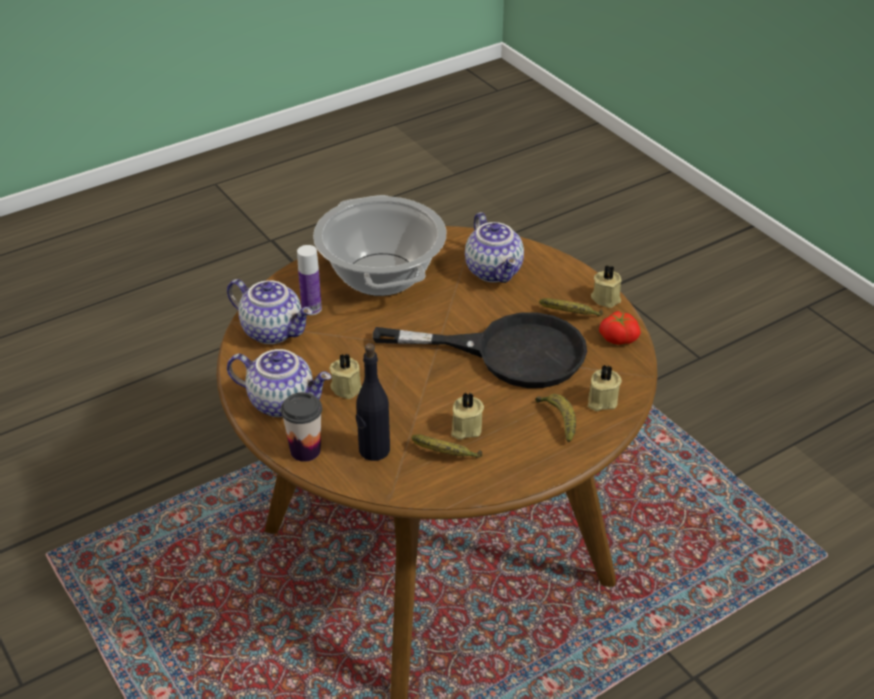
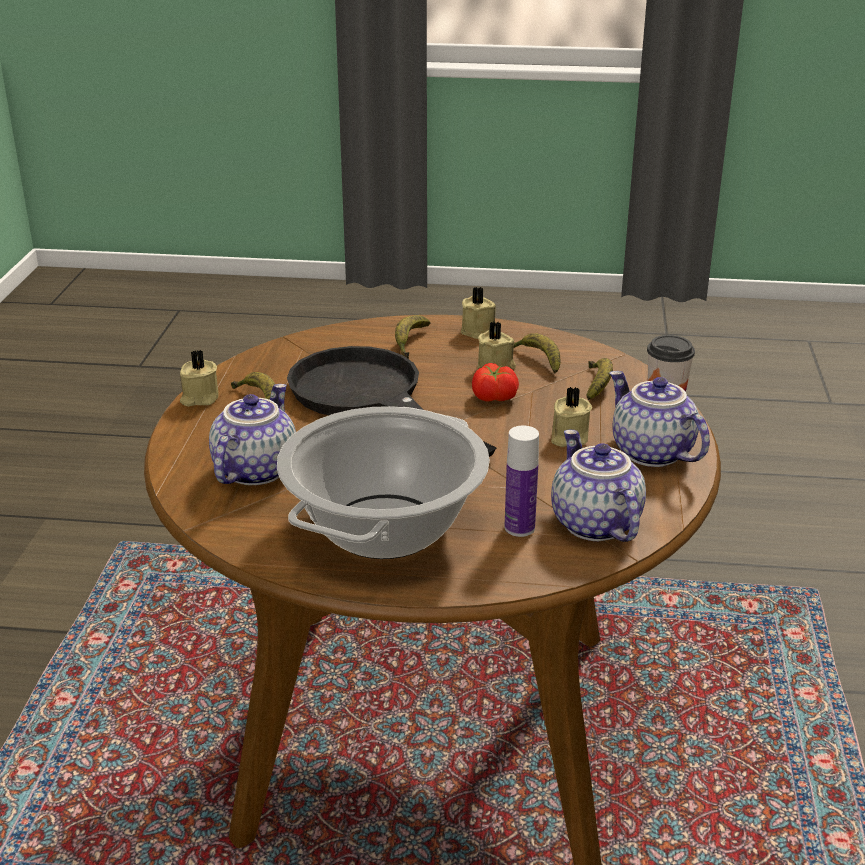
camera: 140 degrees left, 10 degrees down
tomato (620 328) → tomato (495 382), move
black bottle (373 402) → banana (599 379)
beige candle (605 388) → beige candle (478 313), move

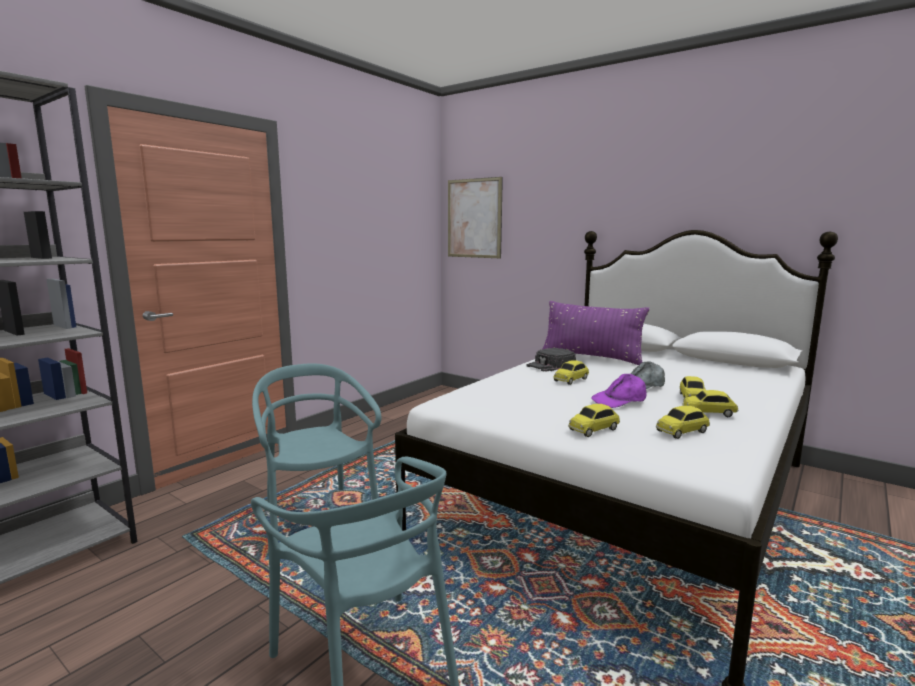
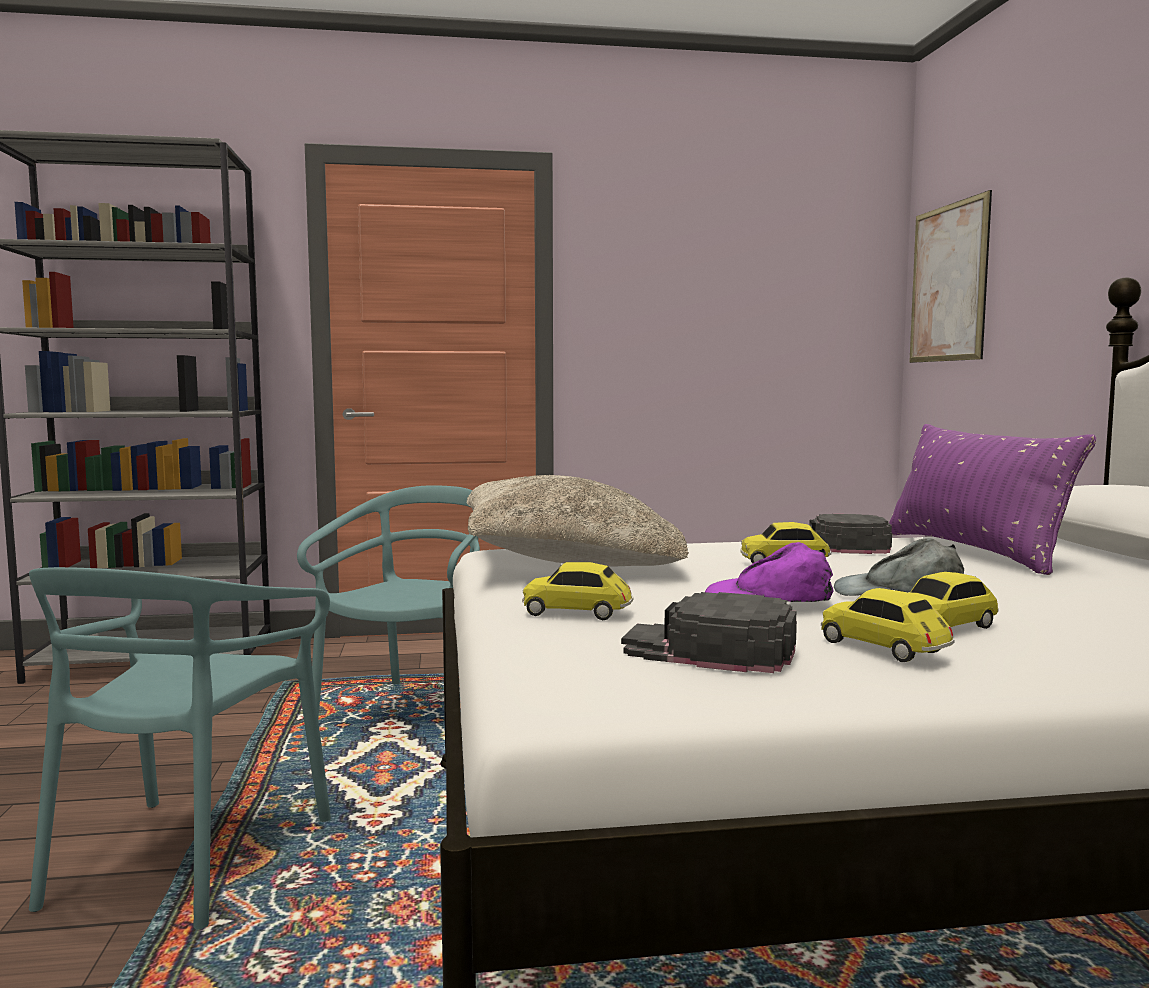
camera: 45 degrees right, 5 degrees down
toy car (683 422) → black cap (709 632)
- → beige pillow (578 520)

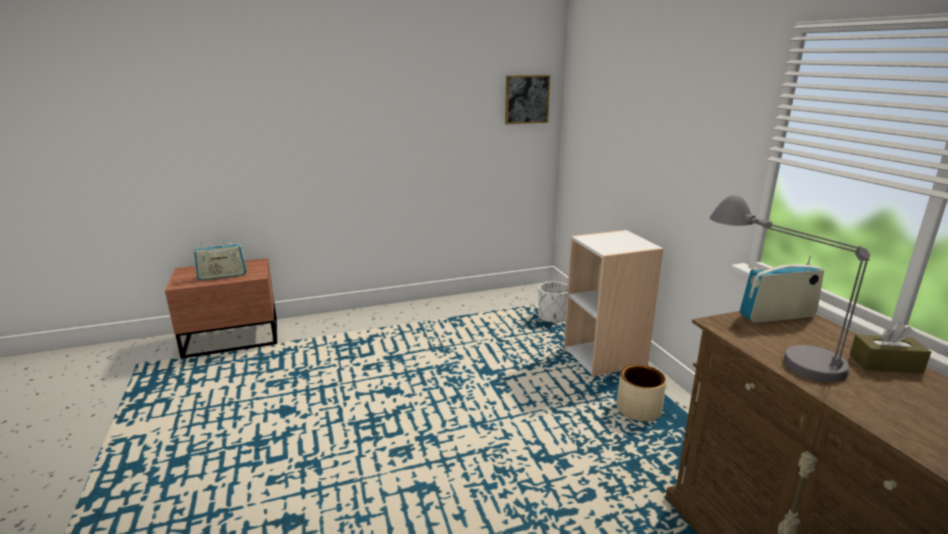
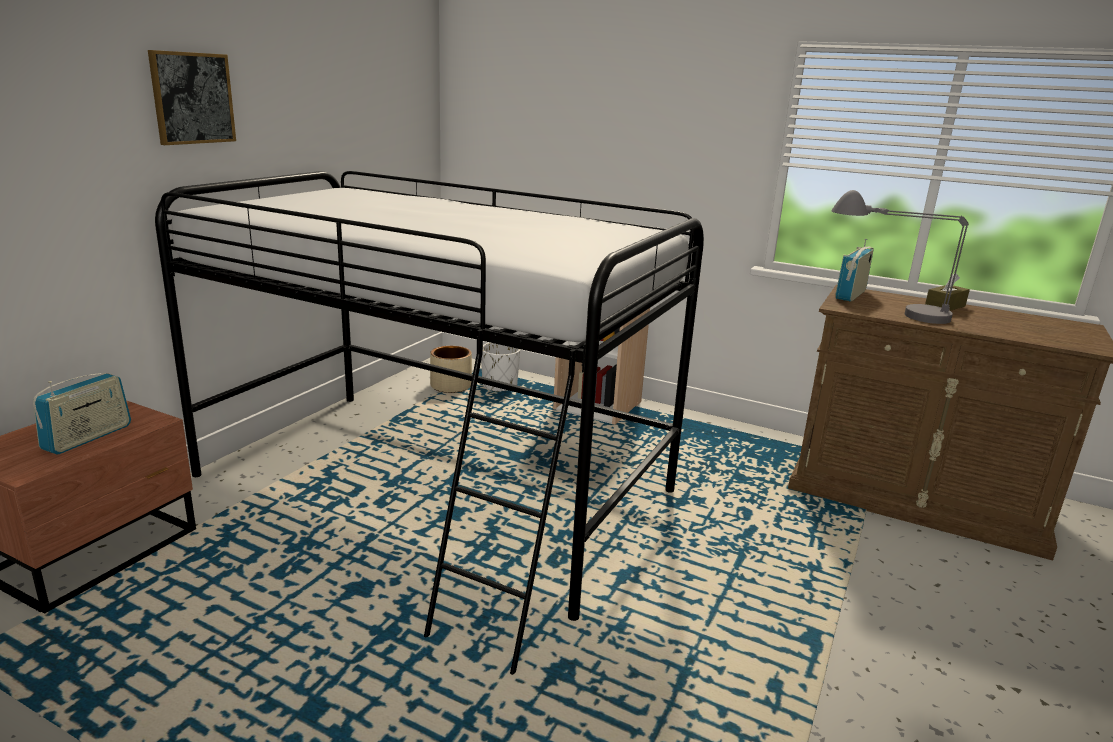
camera: 45 degrees left, 0 degrees up
picture (527 99) → picture (192 97), move
beige planter (641 393) → beige planter (451 369), move
- → black bed (429 423)

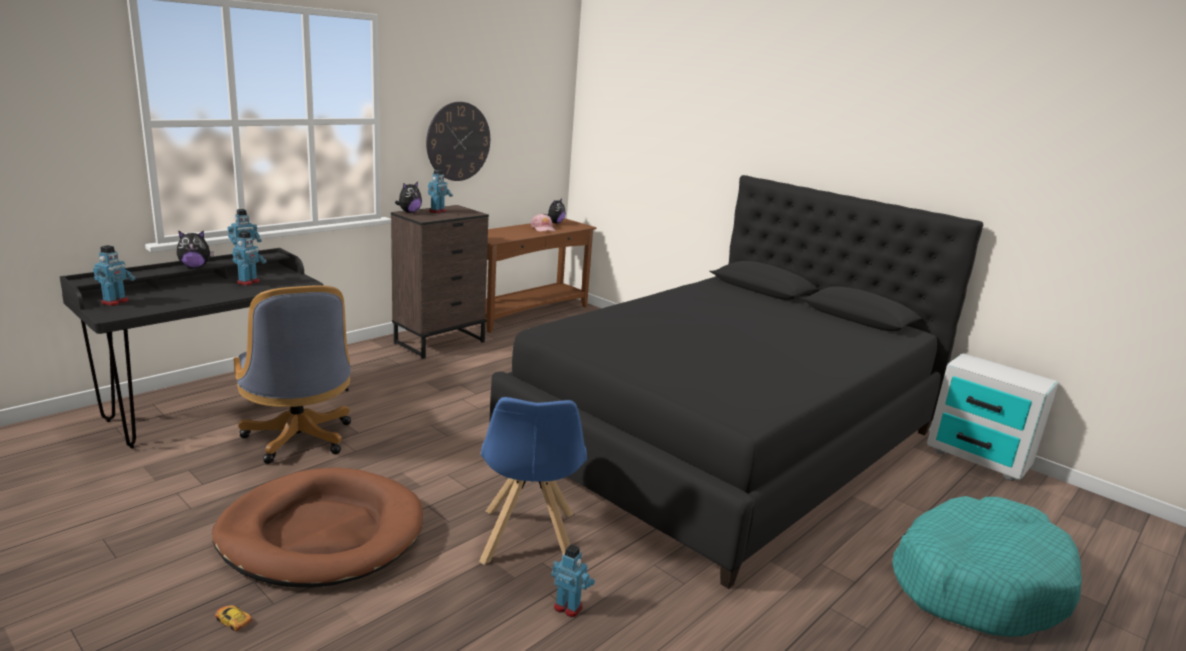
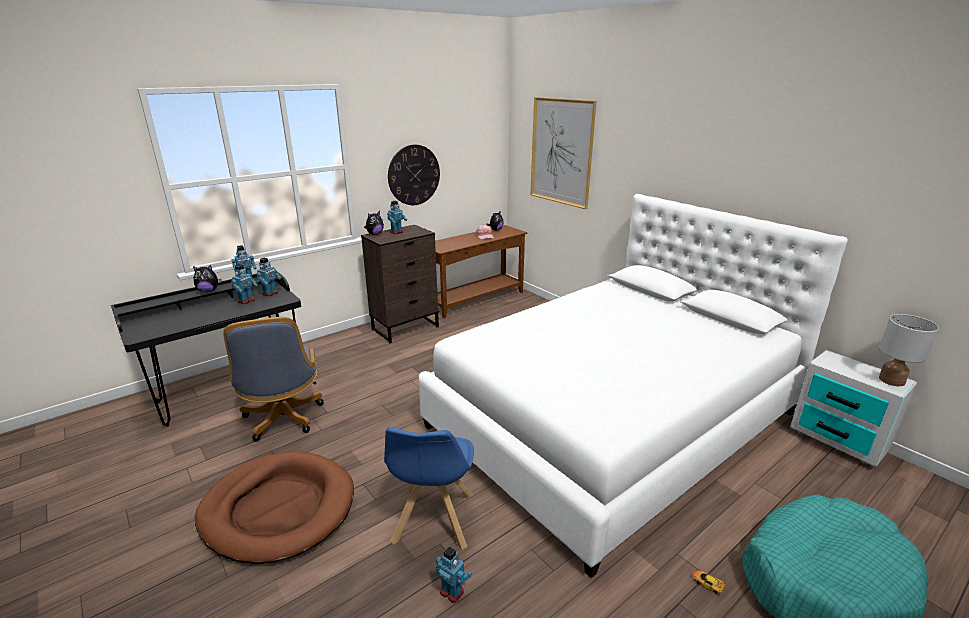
camera: 10 degrees right, 5 degrees up
black bed (736 382) → white bed (633 386)
toy robot (114 275) → toy robot (269 277), move
toy car (233 618) → toy car (709 583), move
- → picture (563 153)
- → grey table lamp (909 350)

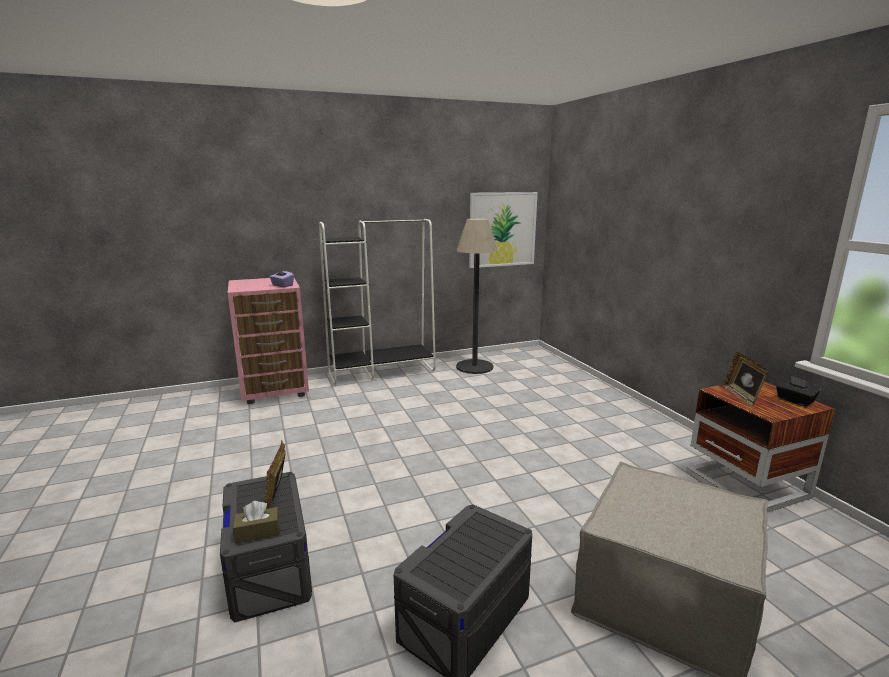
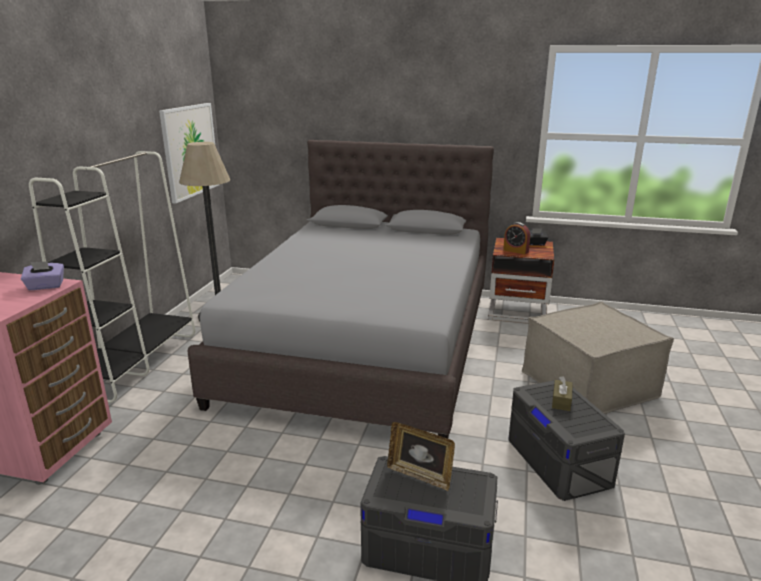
camera: 55 degrees left, 5 degrees up
picture frame (745 379) → alarm clock (516 238)
brown tissue box (256 522) → brown tissue box (562 393), move
- → grey bed (340 289)

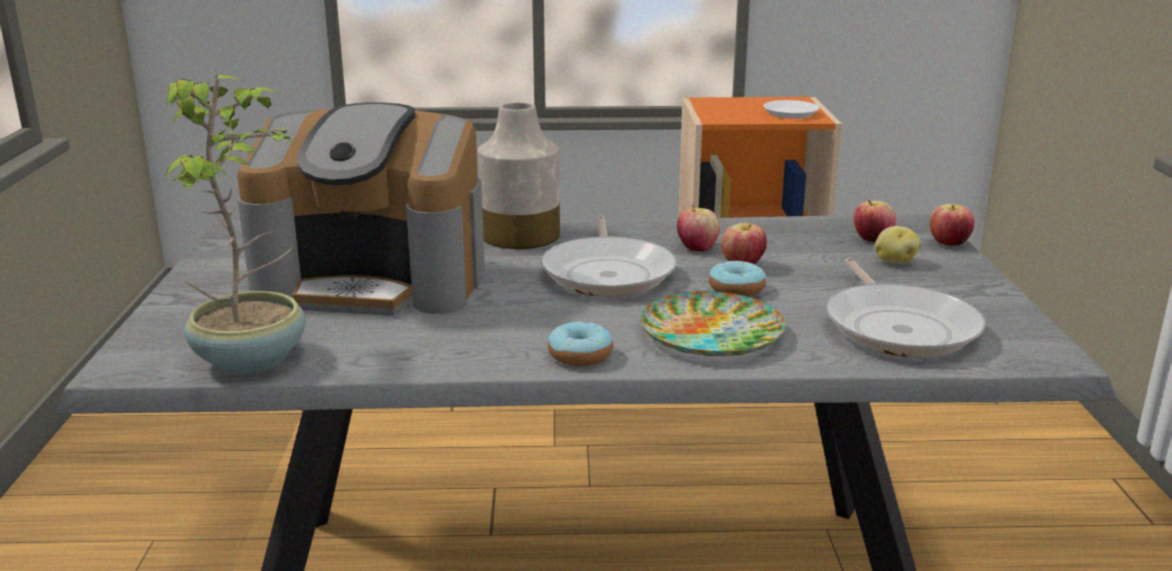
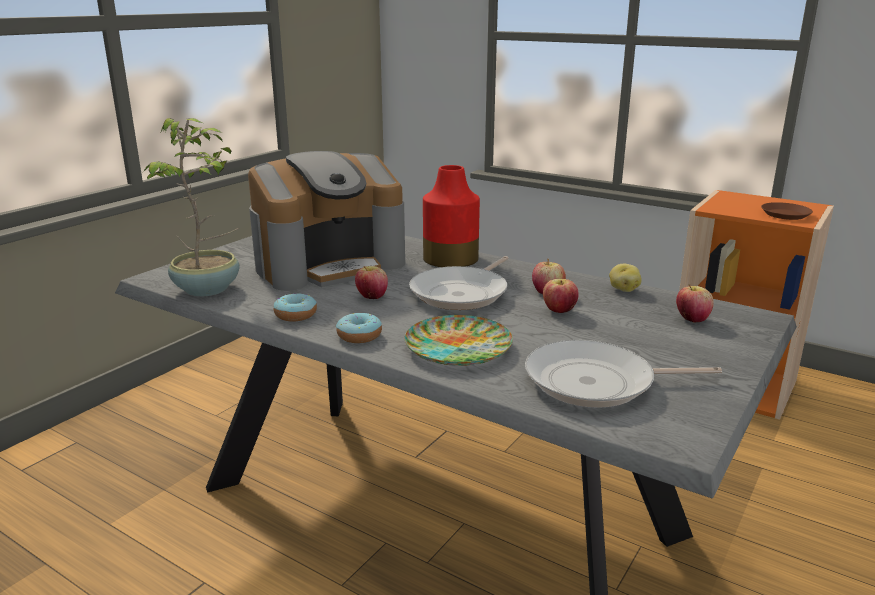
camera: 35 degrees right, 0 degrees up
white plate (791 109) → brown plate (787 211)
beige vase (519 175) → red vase (451 216)
coffee machine (361 209) → coffee machine (326 221), 75 degrees counterclockwise
apple (952 225) → apple (371 282), move
potato (898 245) → potato (625 278), move
frying pan (905 307) → frying pan (623 374), 60 degrees clockwise
donut (737 278) → donut (295 307), move

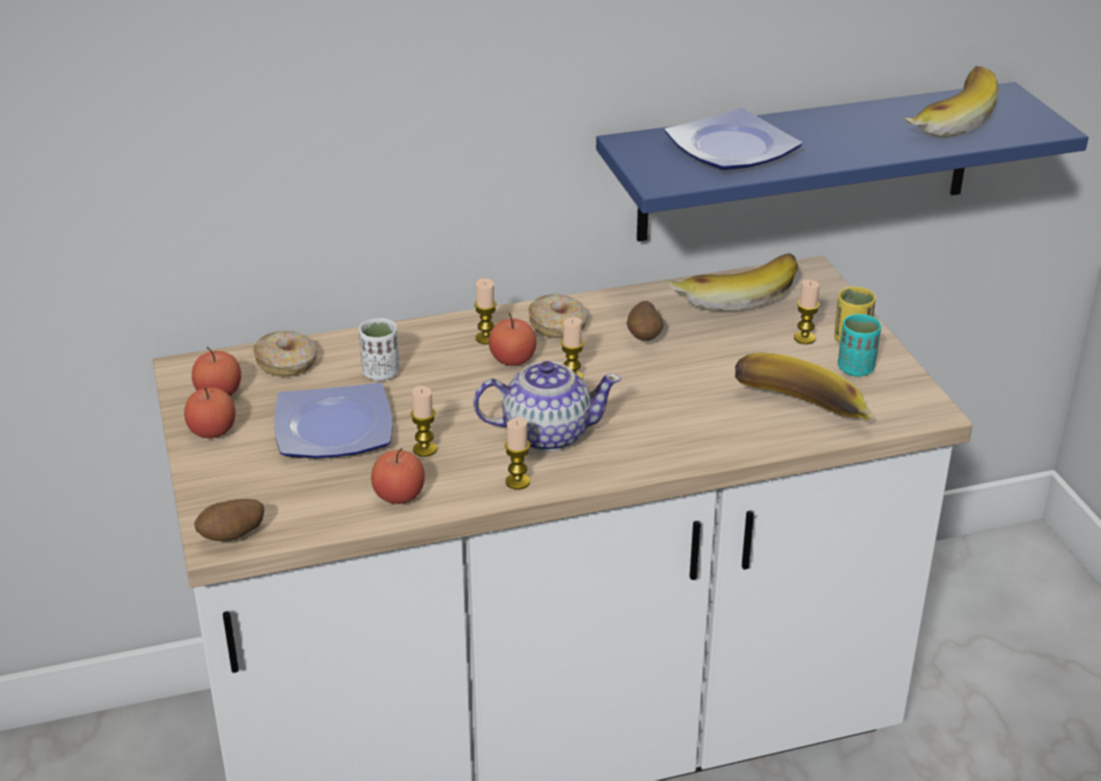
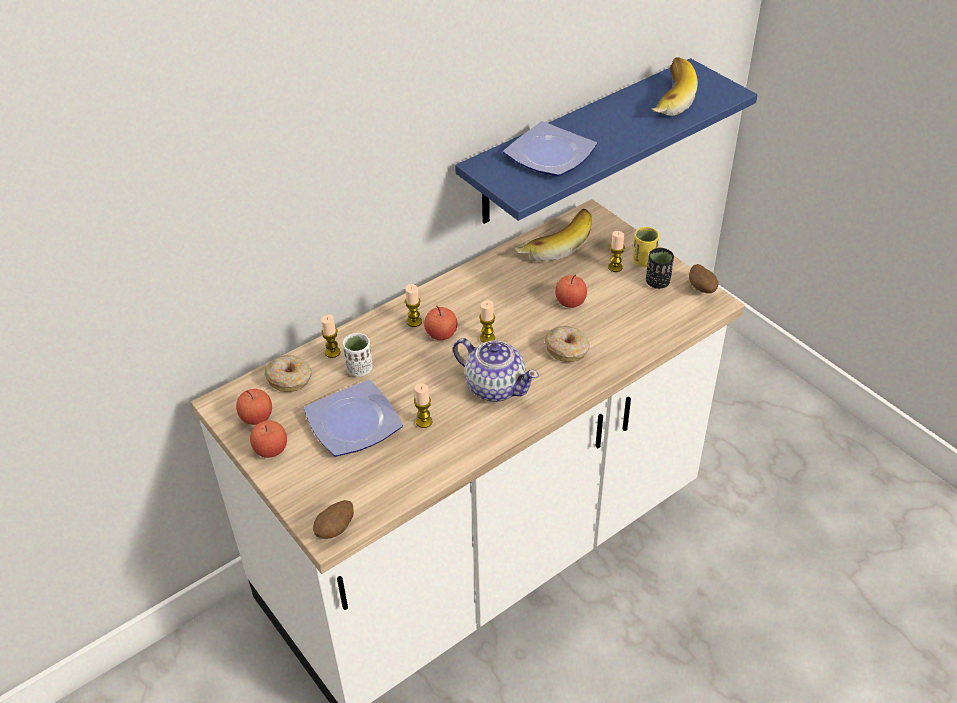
camera: 20 degrees left, 10 degrees up
donut (558 316) → donut (567 344), move
potato (645 321) → potato (703 278), move
turquoise cup (859 345) → black cup (660 268)
banana (805 387) → -
teapot (547 406) → teapot (496 370), 60 degrees clockwise
candle (517 453) → candle (331 336), move
apple (398 476) → apple (571 291), move

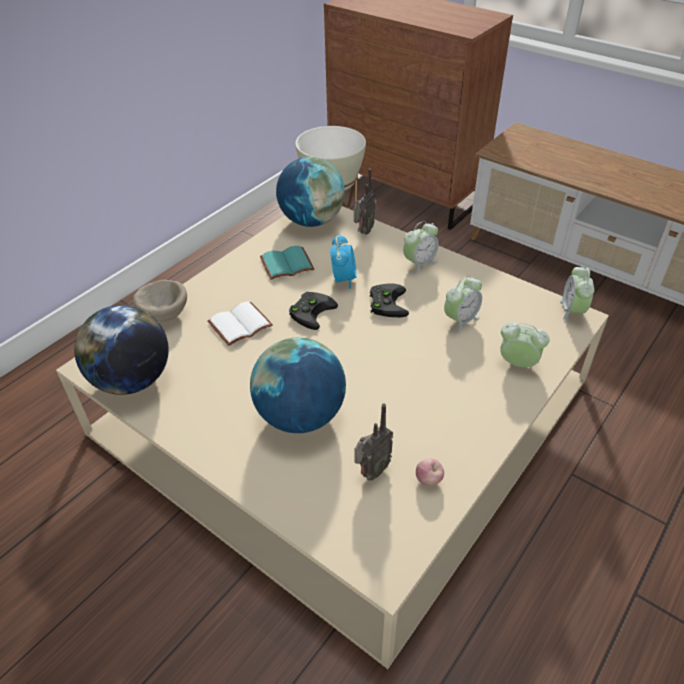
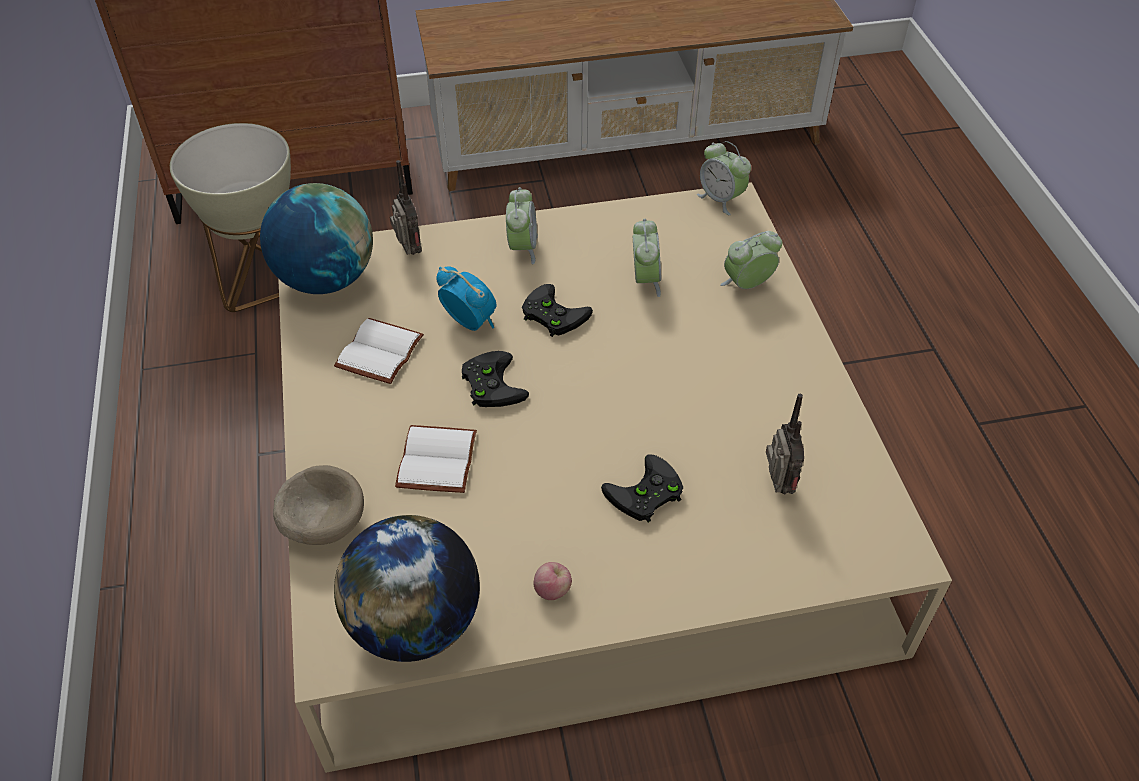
camera: 50 degrees left, 5 degrees up
turquoise book (287 263) → white book (379 351)
globe (298 385) → black game controller (642 488)
apple (430 472) → apple (553 581), move

